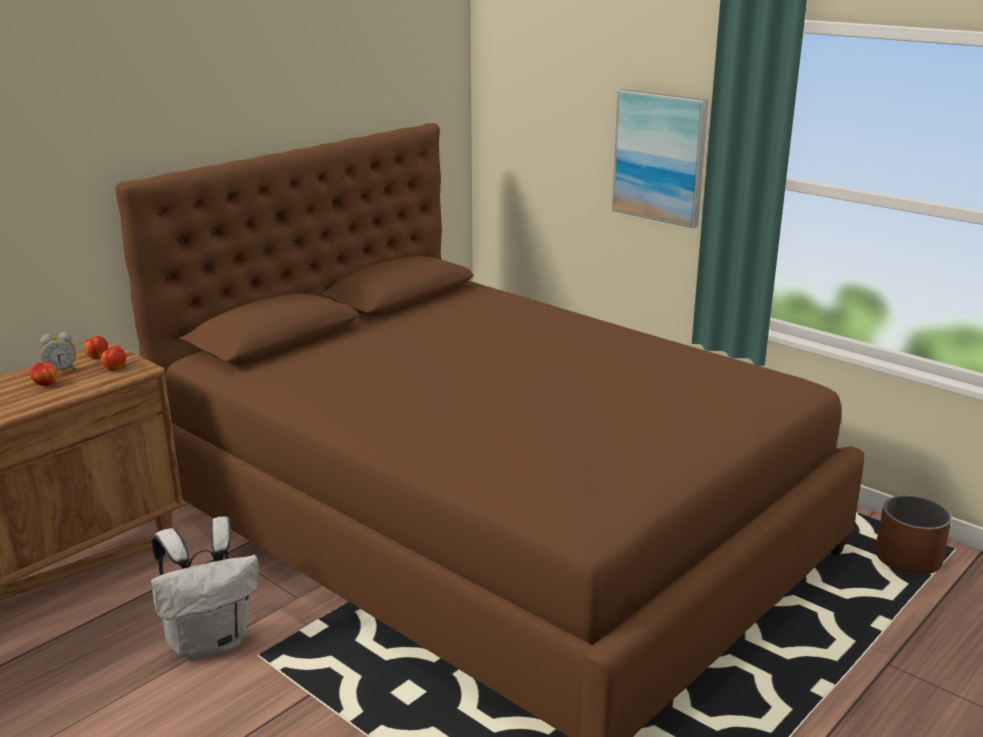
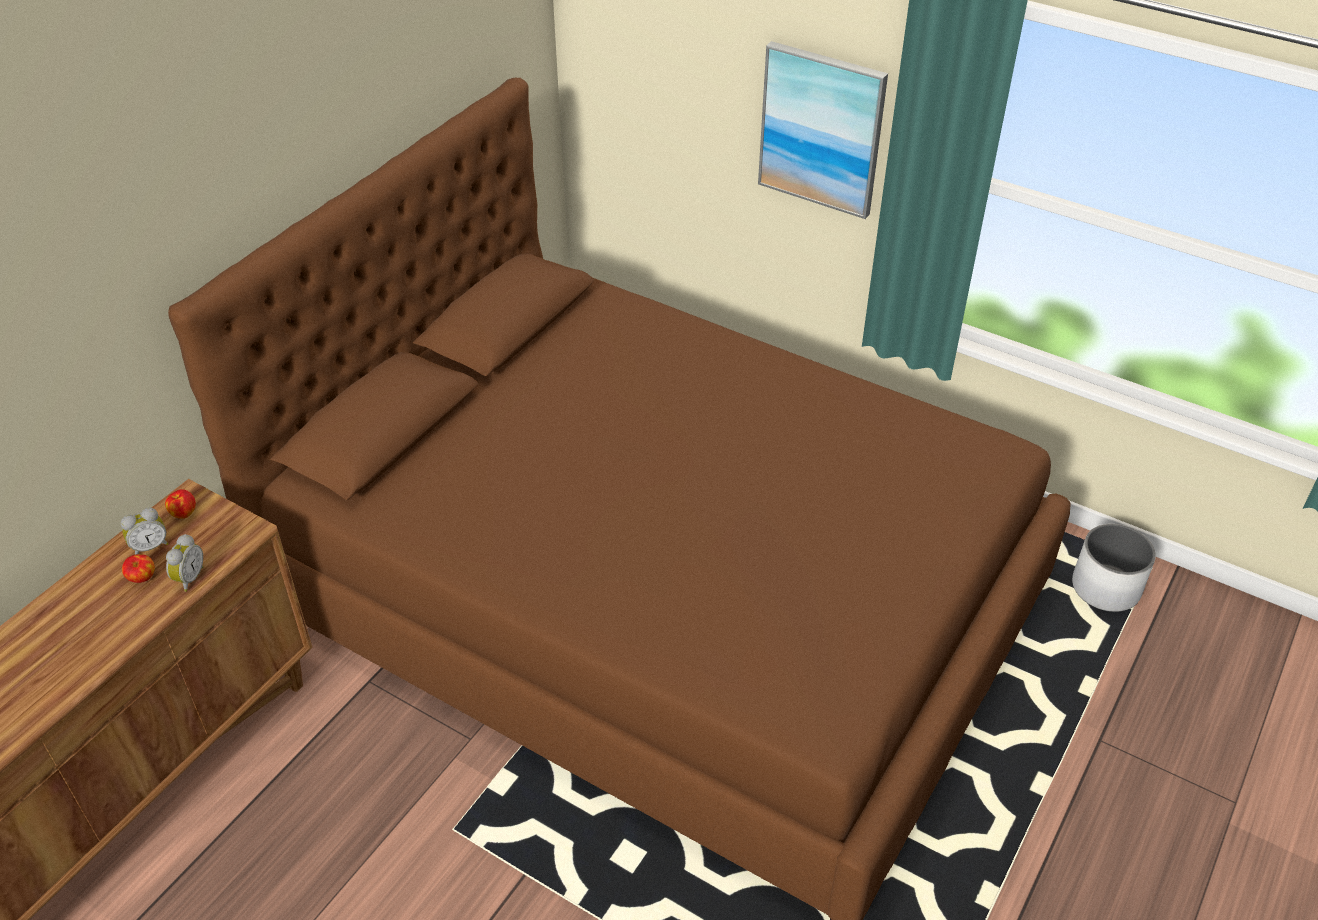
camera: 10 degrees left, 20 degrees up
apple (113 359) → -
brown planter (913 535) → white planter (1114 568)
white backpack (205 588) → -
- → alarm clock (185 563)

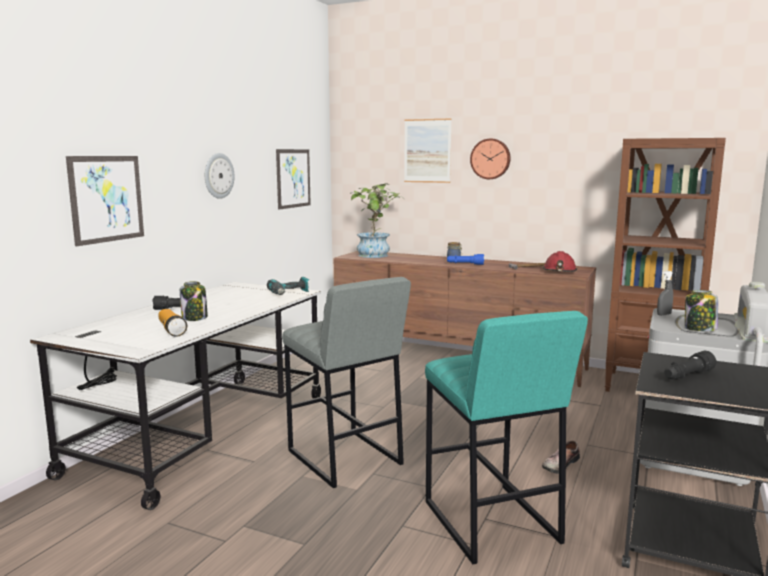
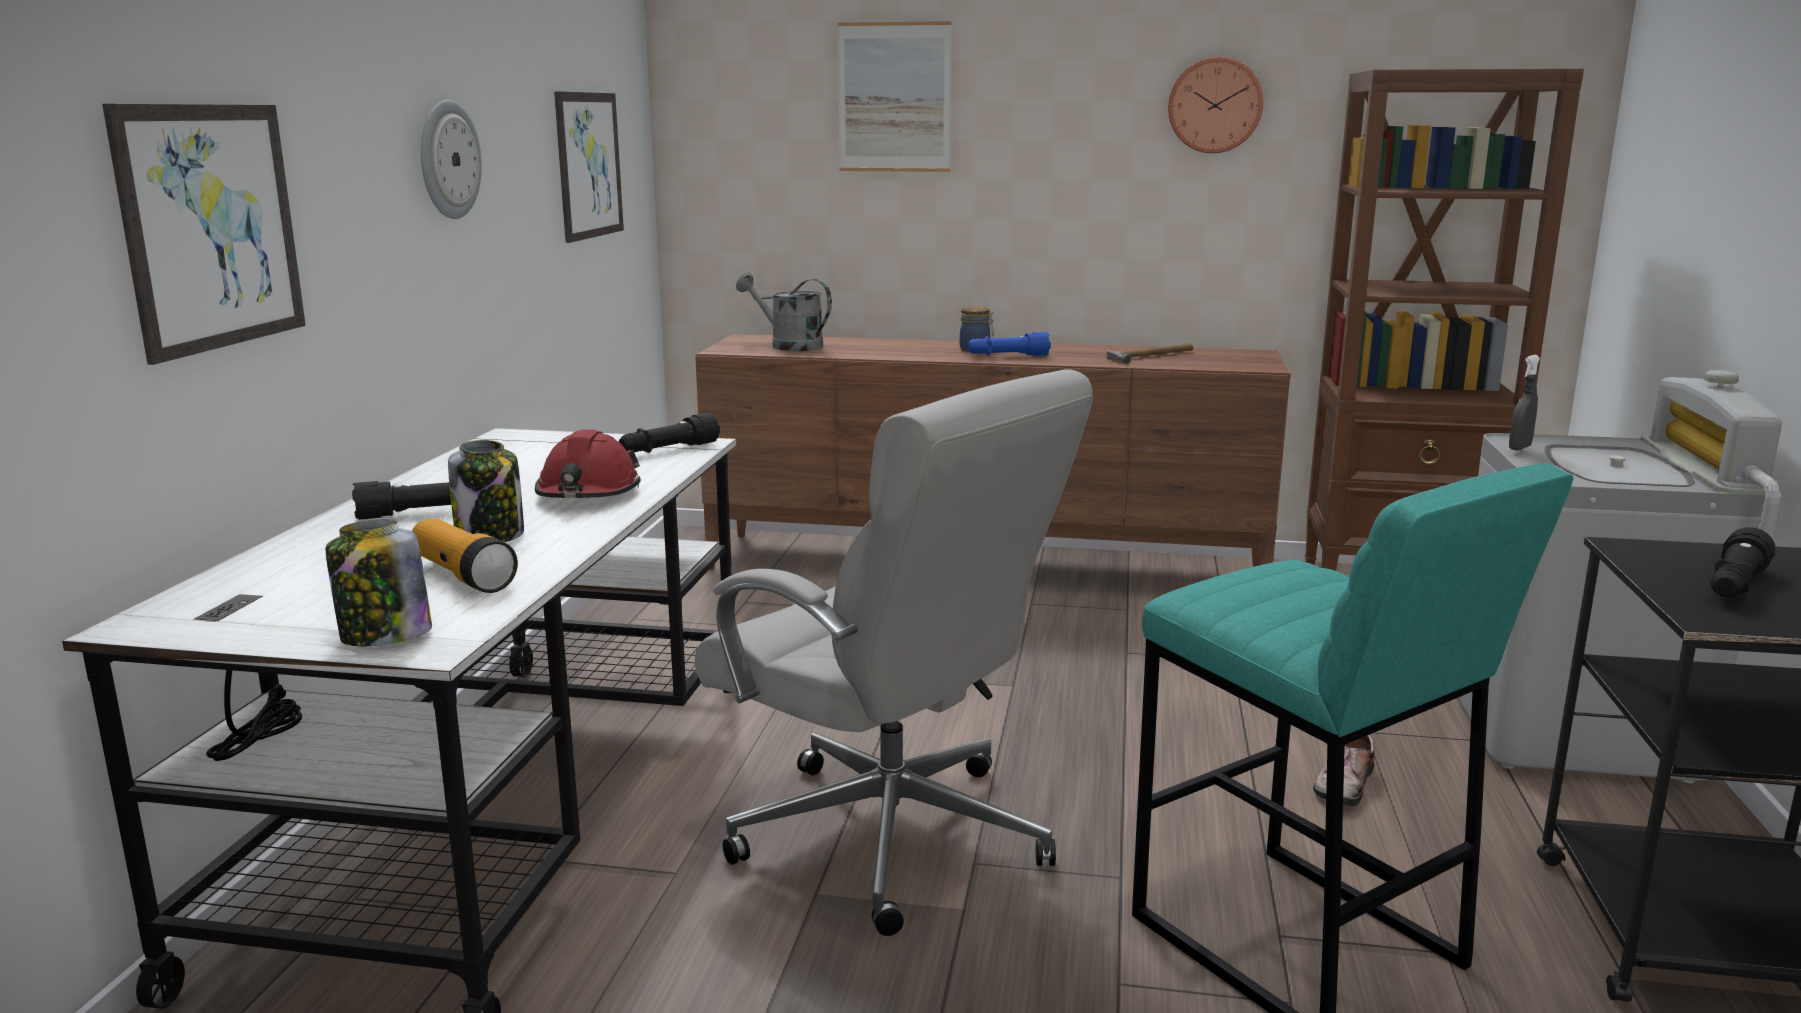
camera: 15 degrees left, 5 degrees up
wall clock (490 158) → wall clock (1215 105), move
potted plant (377 220) → grey watering can (784 312)
red hard hat (560 261) → red hard hat (588 463), move
power drill (288 286) → black flashlight (669 433)
grey stool (346 382) → grey office chair (894 652)
jar (701 310) → jar (379 582), move

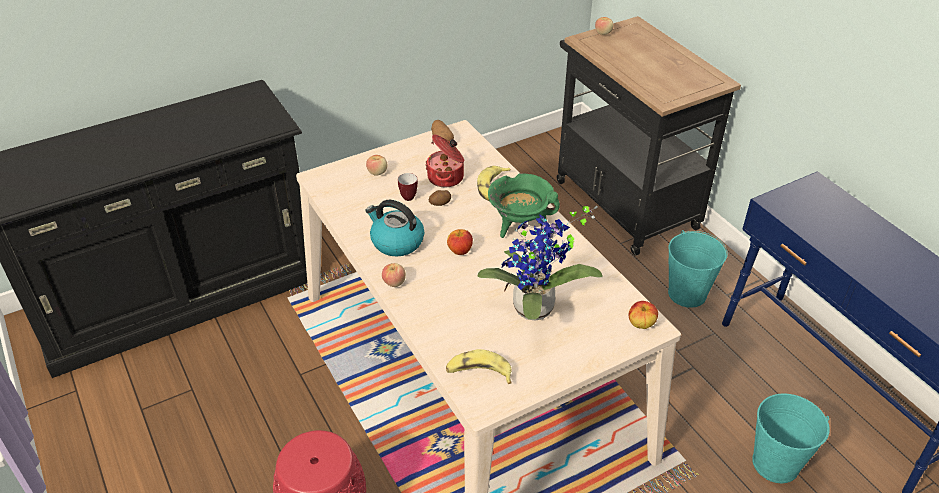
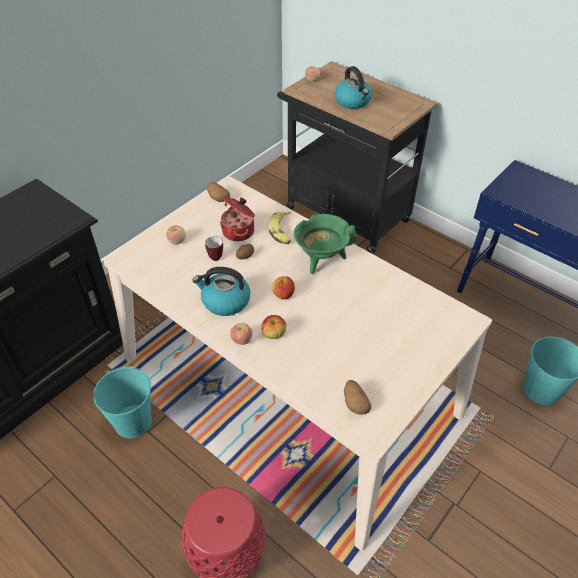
camera: 20 degrees left, 5 degrees up
potted plant (540 263) → -
turquoise bucket (698 269) → turquoise bucket (122 402), move
apple (643 315) → apple (273 327), move
banana (479 366) → potato (357 397)
- → kettle (353 87)

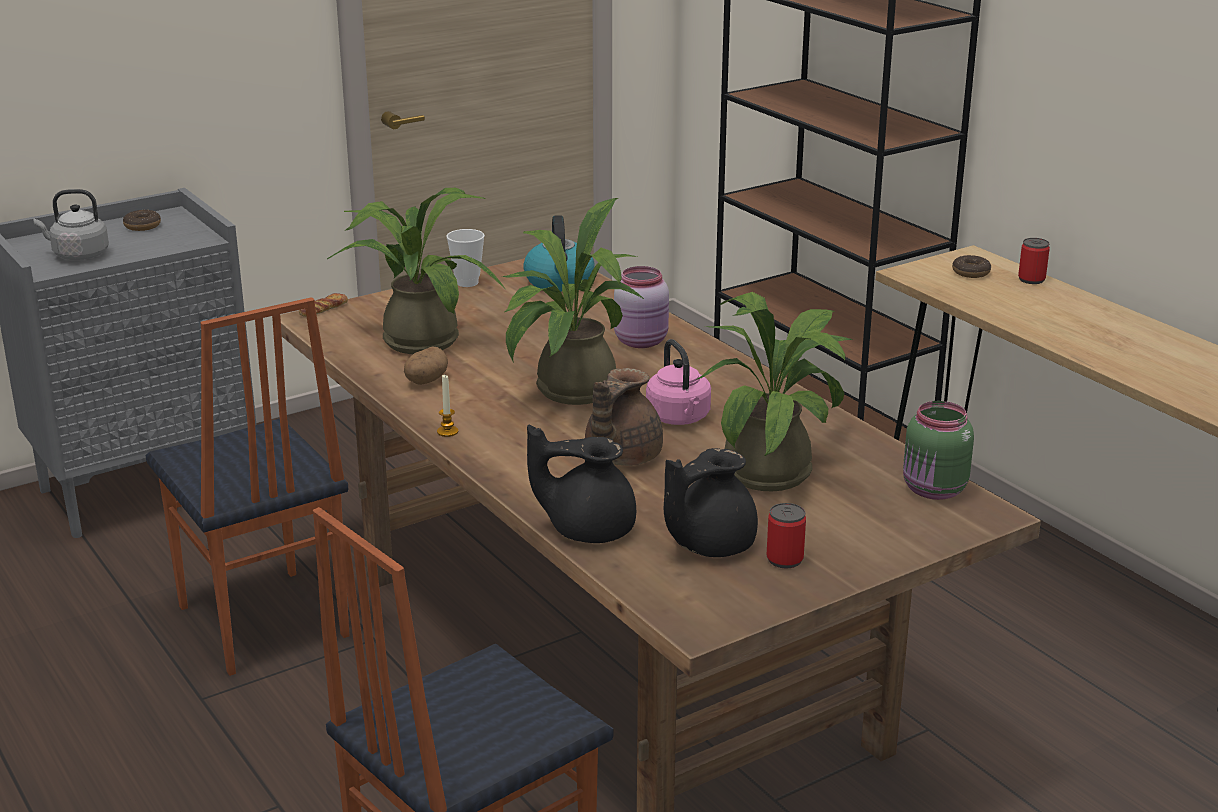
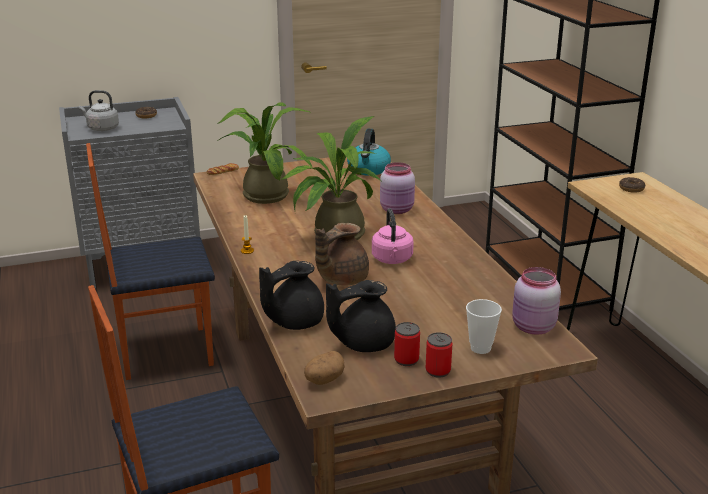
camera: 15 degrees right, 0 degrees up
cup (465 258) → cup (484 326), move
can (1034 261) → can (439 355), move
potted plant (774 391) → -
chair (248 486) → chair (150 261), 90 degrees clockwise
potato (426 366) → potato (324 368), move
green jar (938 450) → pink jar (536 301)
black teapot (581 484) → black teapot (291 295), 60 degrees counterclockwise

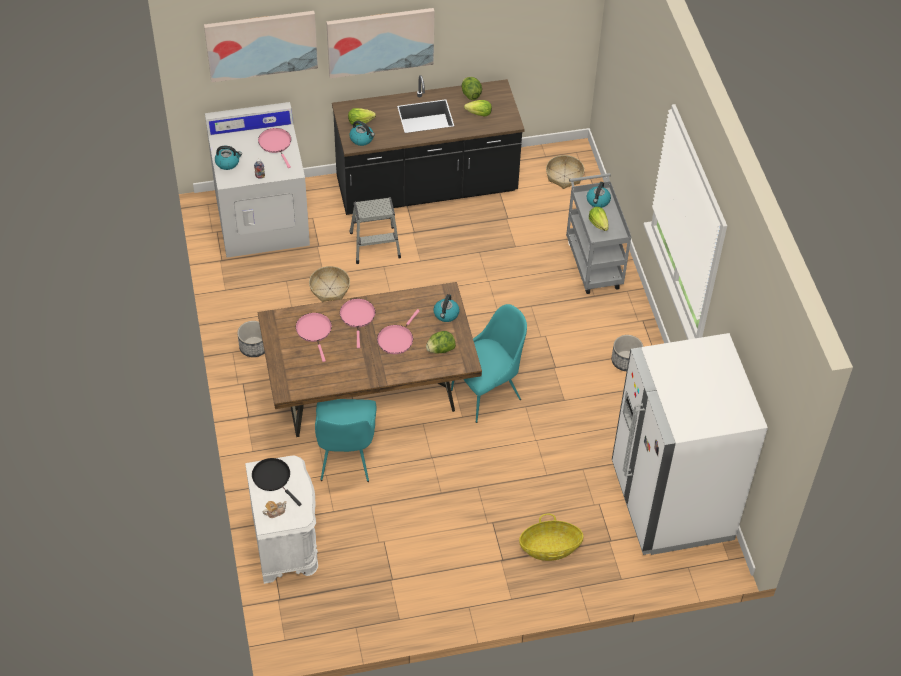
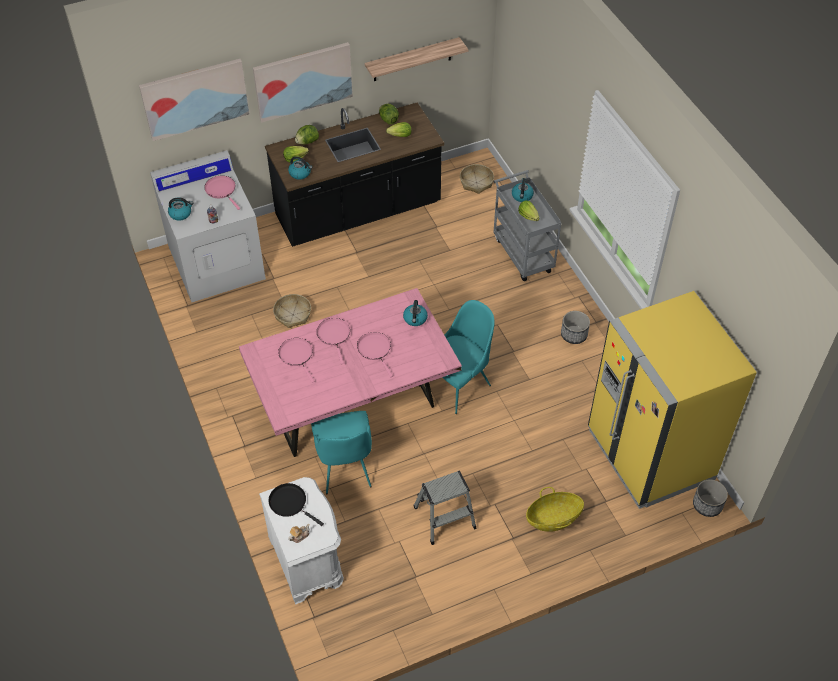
camera: 10 degrees left, 0 degrees up
grey step ladder (375 230) → grey step ladder (445 507), move
brown dining table (370 359) → pink dining table (350 372)
pink frying pan (398 331) → pink frying pan (375 354), 135 degrees clockwise
planter (251 339) → planter (710 498), move
lettuce (441 342) → lettuce (307 134), move
white fridge (690 444) → yellow fridge (672 400)
- → shelf (416 59)

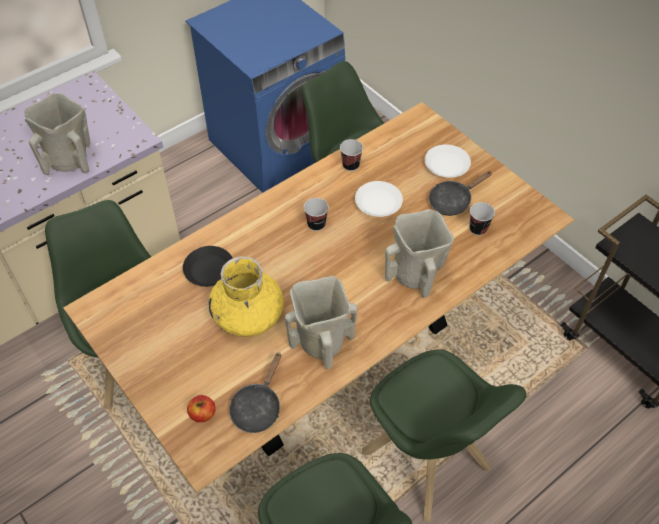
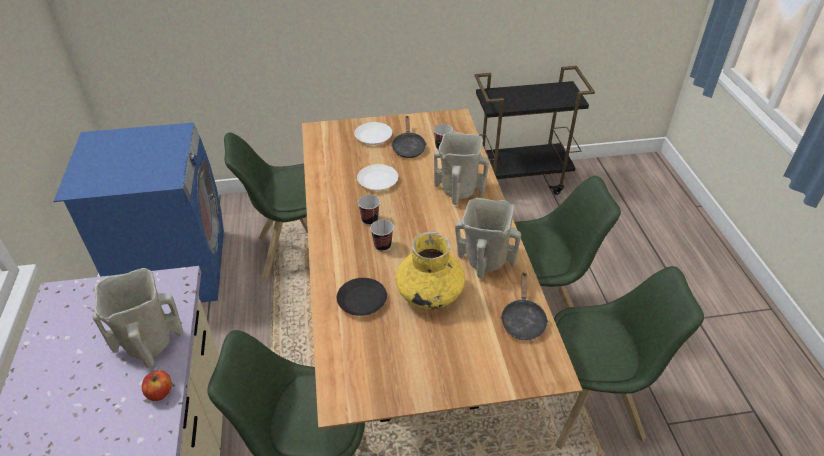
camera: 60 degrees left, 10 degrees down
cup (351 155) → cup (382 235), move
black frying pan (255 393) → black frying pan (524 306), 45 degrees clockwise
apple (201 408) → apple (157 385), move

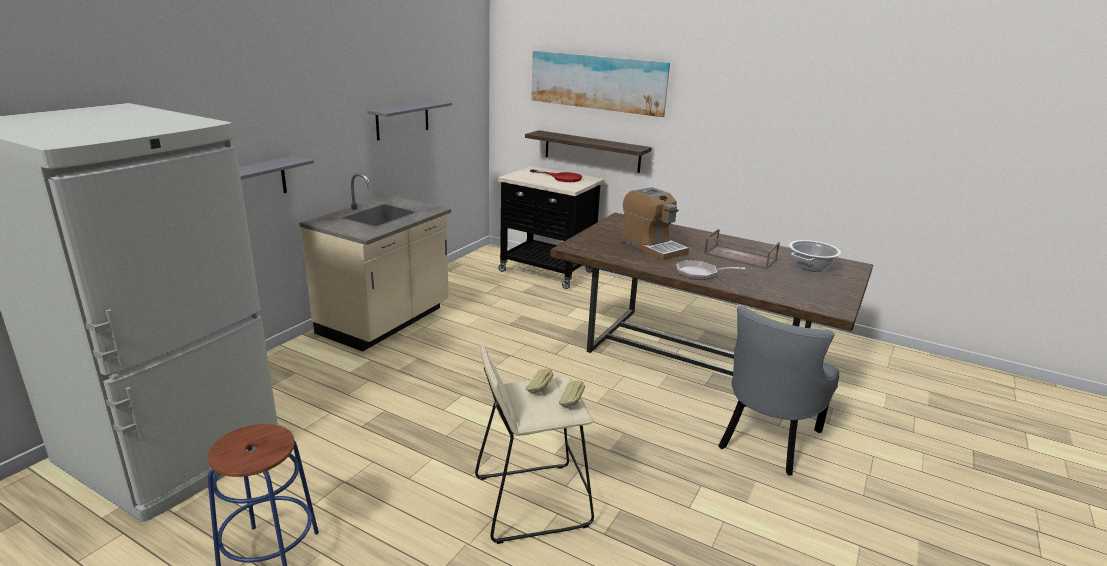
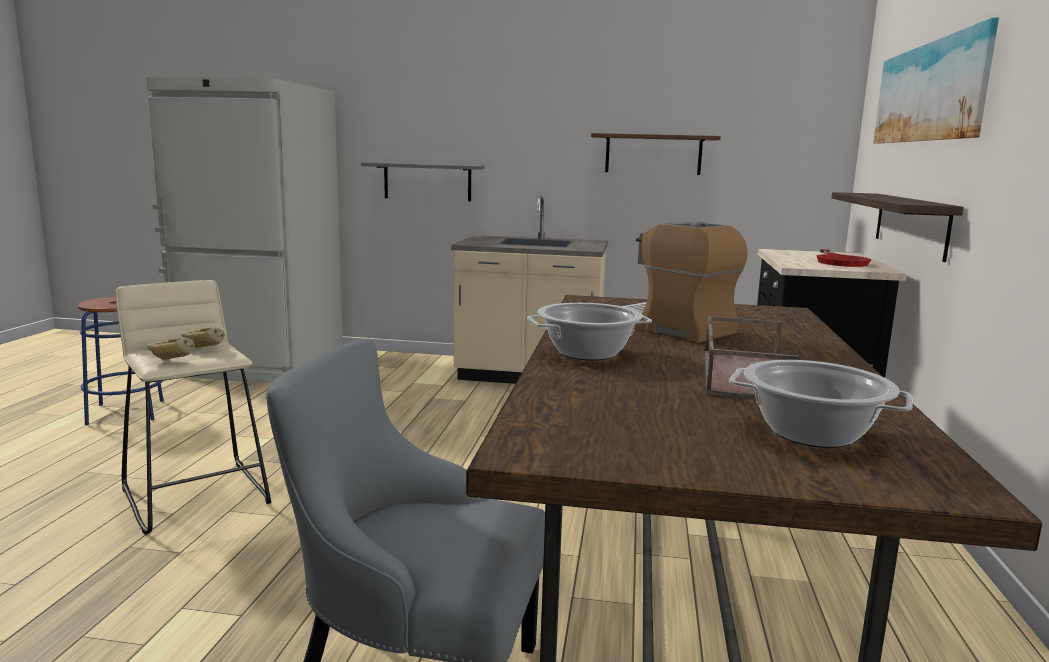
camera: 70 degrees right, 10 degrees down
grey shelf (409 120) → brown shelf (656 154)
coffee machine (655 224) → coffee machine (685 282), 105 degrees clockwise
frying pan (710 270) → cooking pot (589 331)

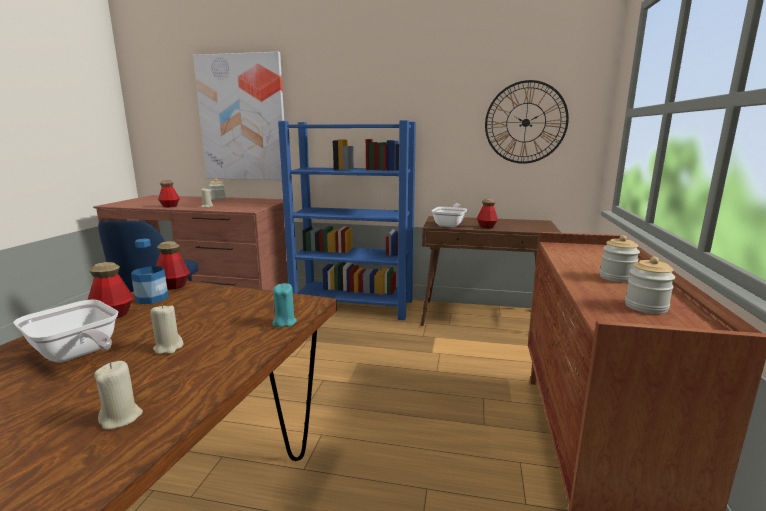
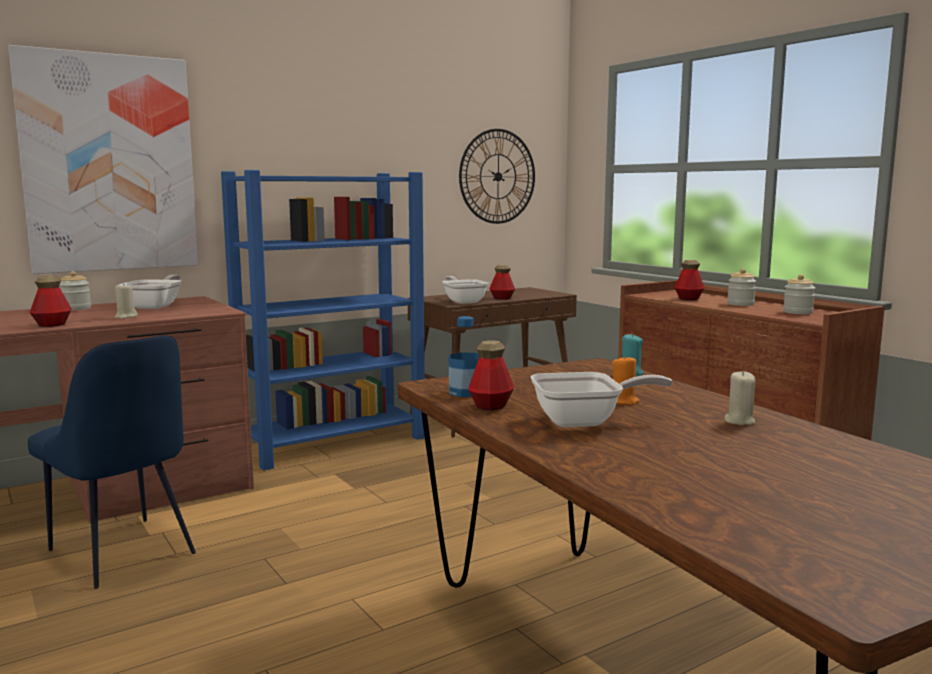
camera: 45 degrees left, 5 degrees down
bottle (173 265) → bottle (689 280), move
beige candle (166 329) → orange candle (626 380)
- → frying pan (150 292)

